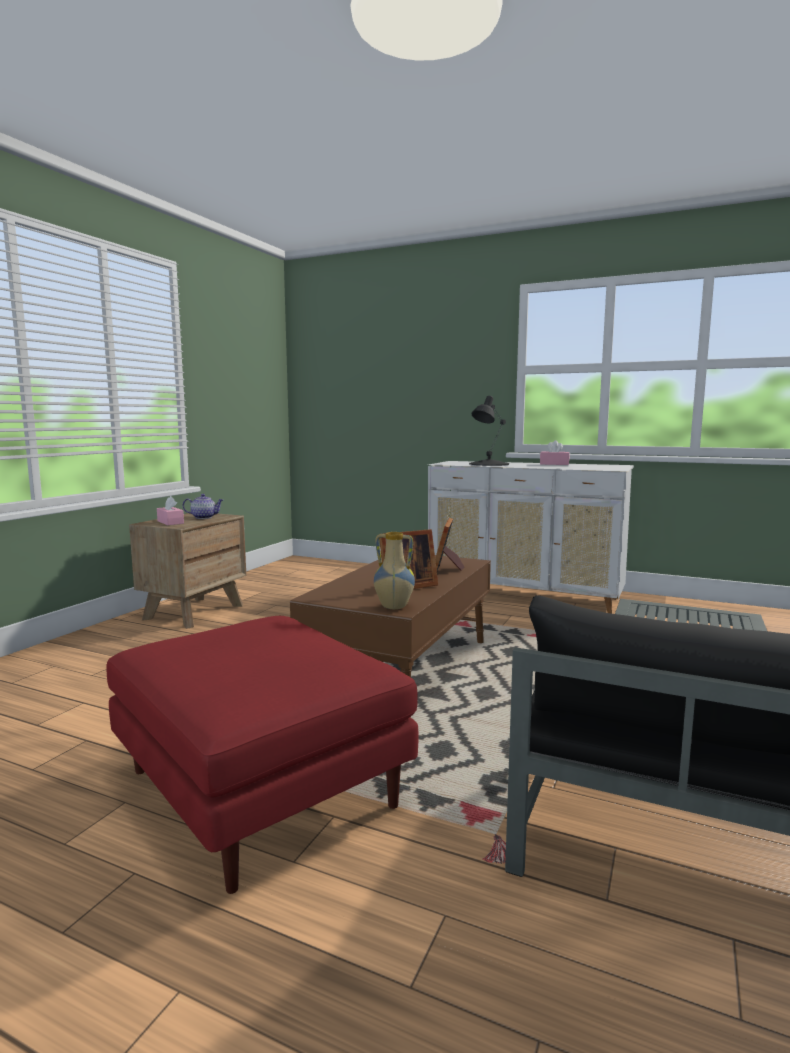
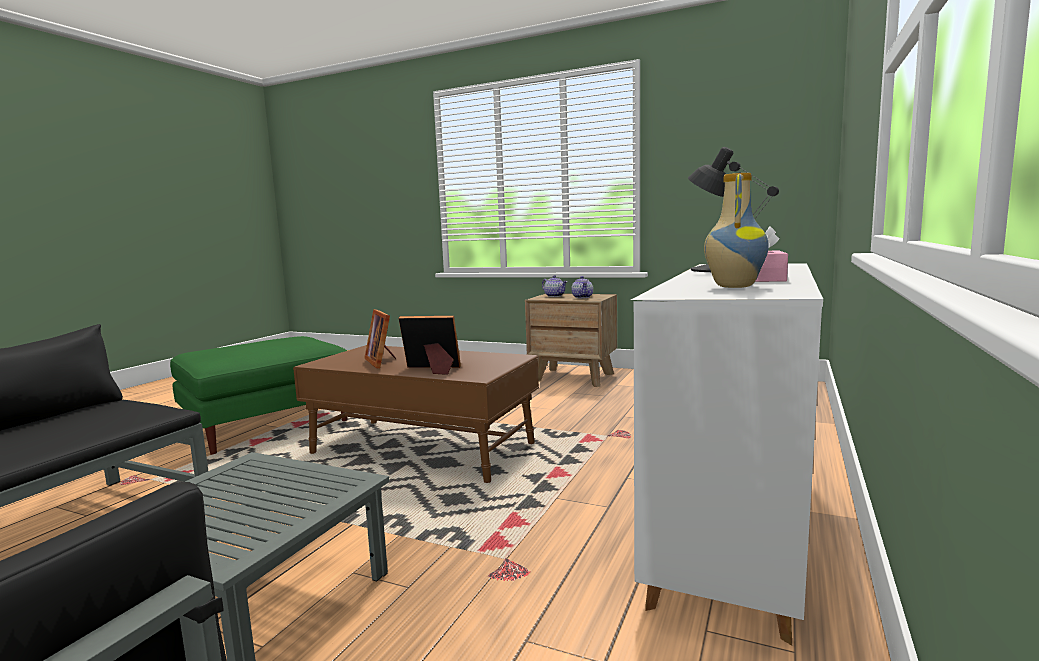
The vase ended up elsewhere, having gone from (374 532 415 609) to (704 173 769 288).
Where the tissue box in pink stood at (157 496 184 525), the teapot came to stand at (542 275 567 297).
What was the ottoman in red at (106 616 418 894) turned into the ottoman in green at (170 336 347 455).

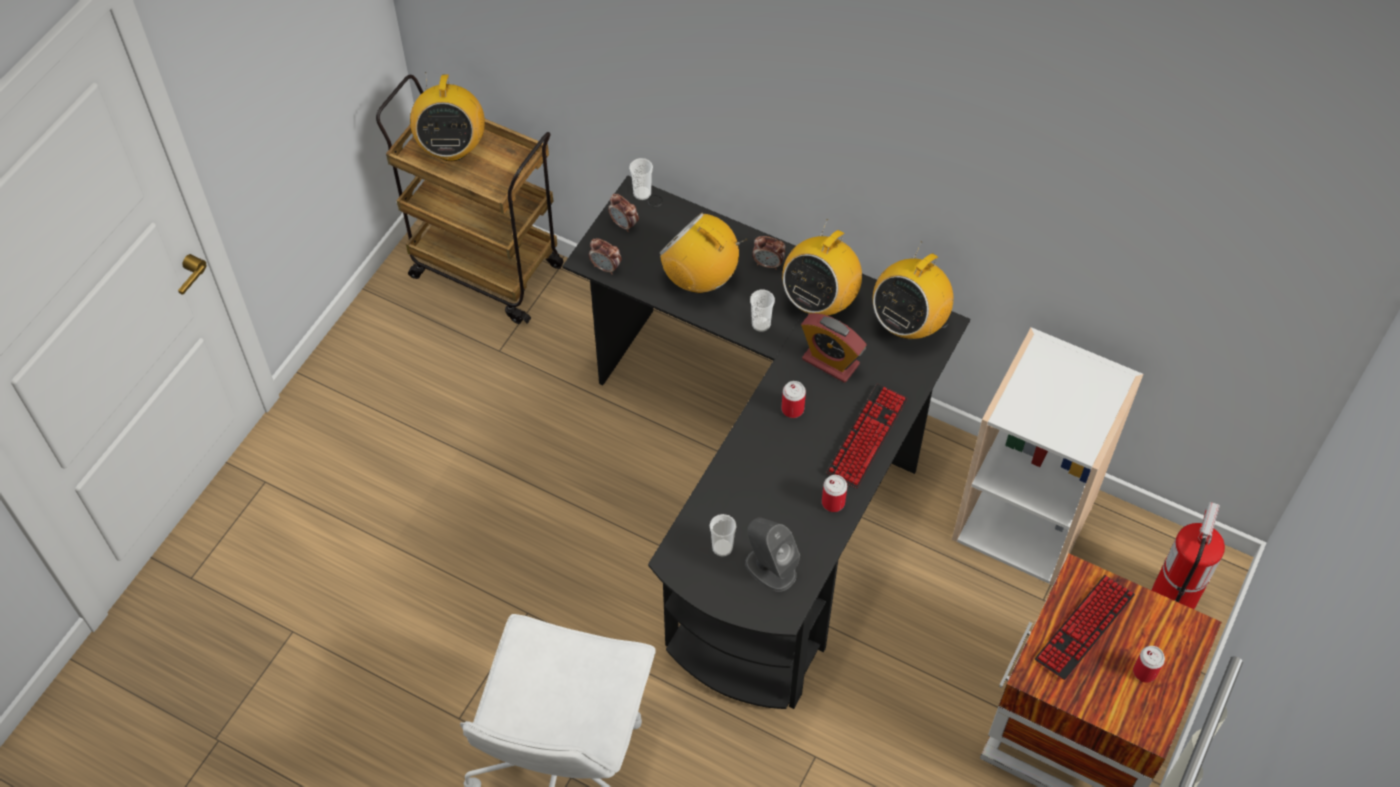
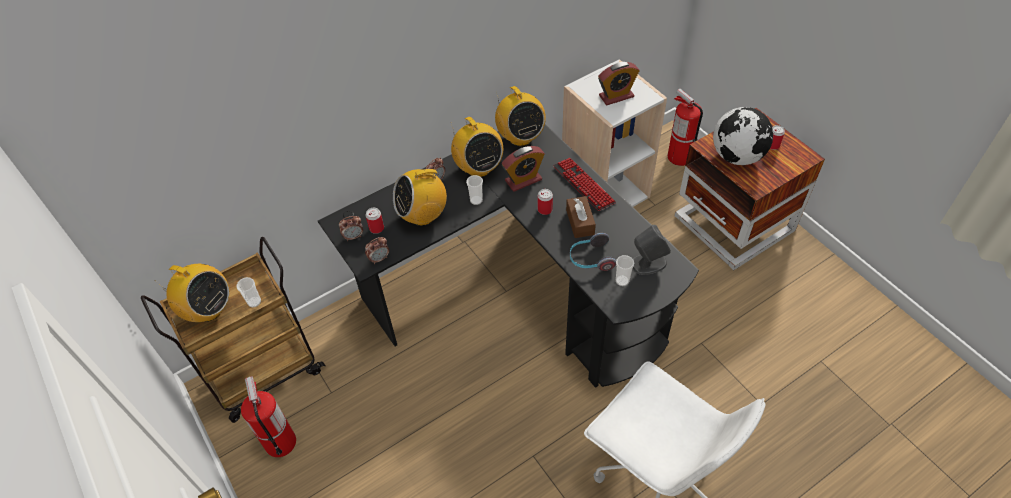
The second view gained the fire extinguisher at (241 376 296 457).
The second view gained the tissue box in brown at (566 196 596 238).
The second view gained the headphones at (570 233 616 271).
The second view gained the alarm clock at (598 62 640 105).
The cup ended up elsewhere, having gone from (629 158 653 200) to (237 277 261 307).
The can ended up elsewhere, having gone from (822 475 847 512) to (366 208 384 234).
Where the keyboard stood at (1034 575 1135 680), the globe came to stand at (713 107 773 165).

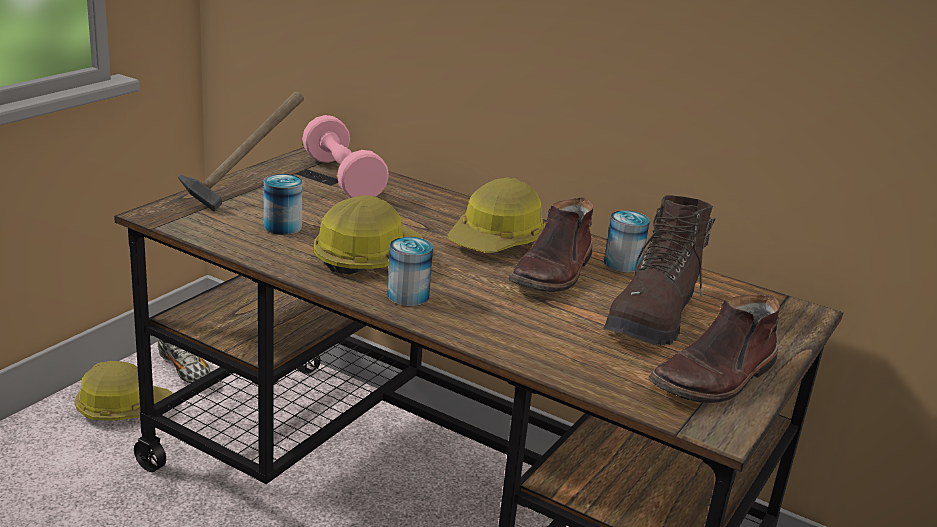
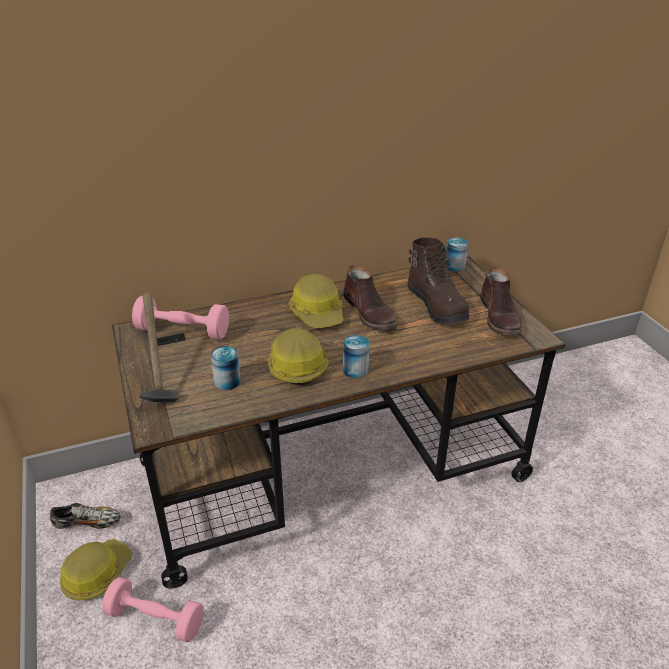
The second view gained the dumbbell in pink at (102 577 204 642).
The can ended up elsewhere, having gone from (604 210 650 273) to (446 237 468 272).

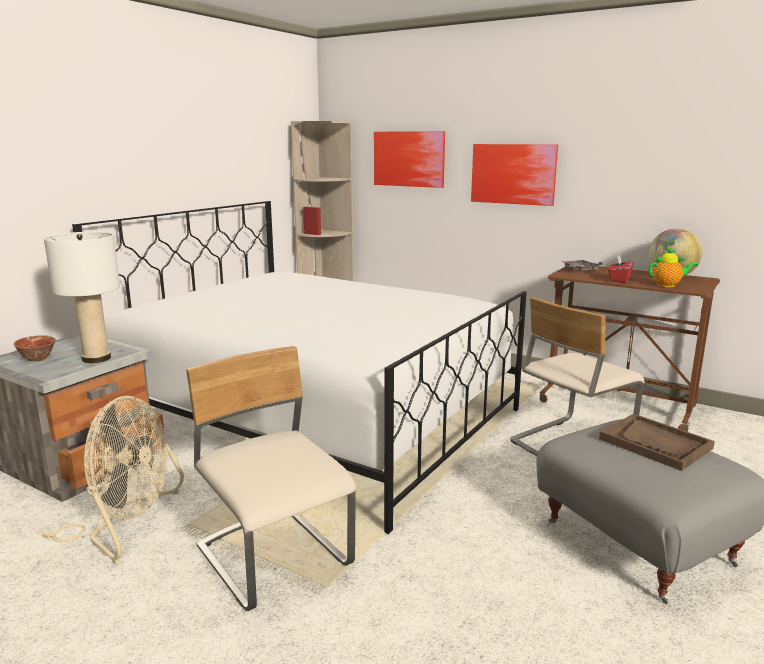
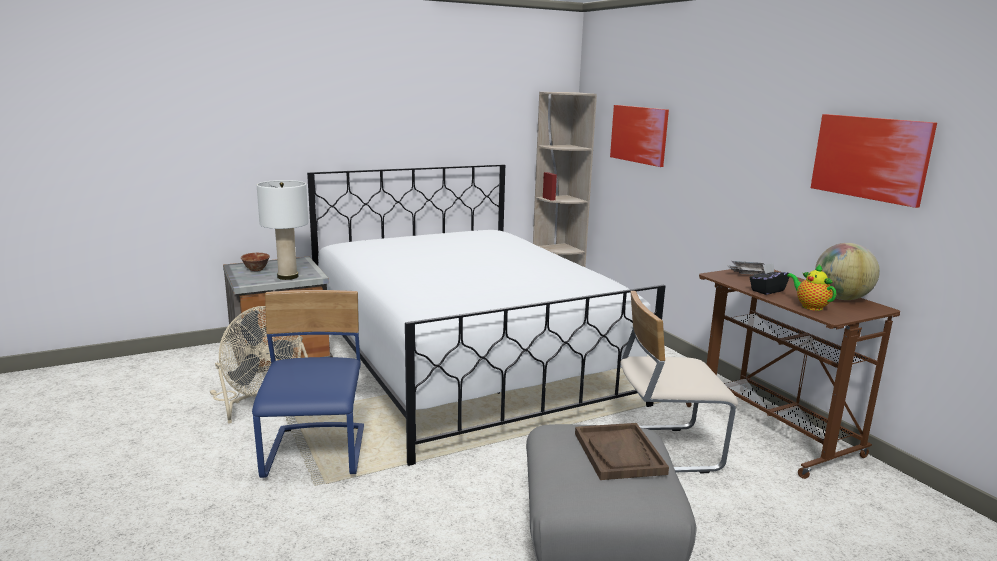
The picture ended up elsewhere, having gone from (471 144 558 206) to (811 114 937 208).
What was the chair in beige at (186 346 356 611) turned into the chair in blue at (252 290 364 478).
What was the tissue box in red at (608 255 633 283) turned into the tissue box in black at (749 263 789 295).
The teapot at (648 247 698 287) ended up facing another way, 150 degrees counterclockwise from before.

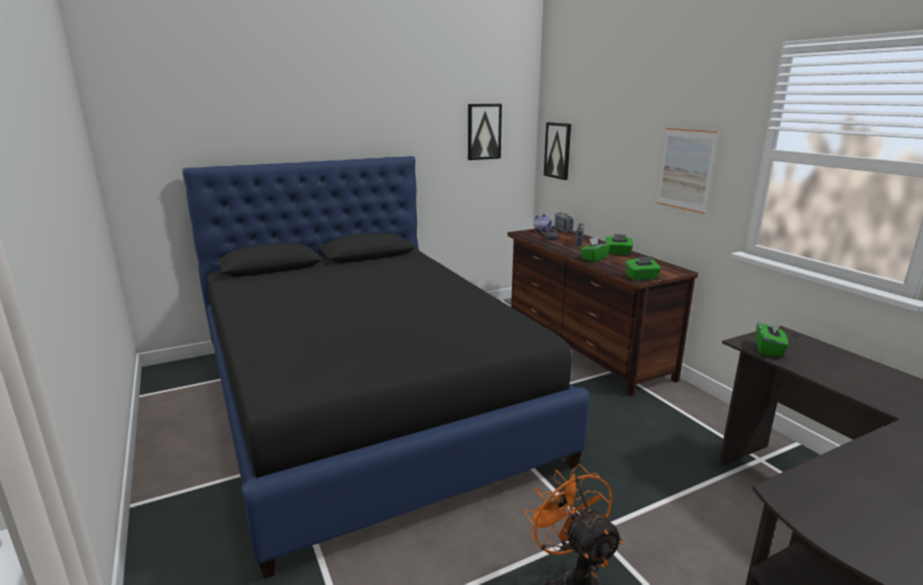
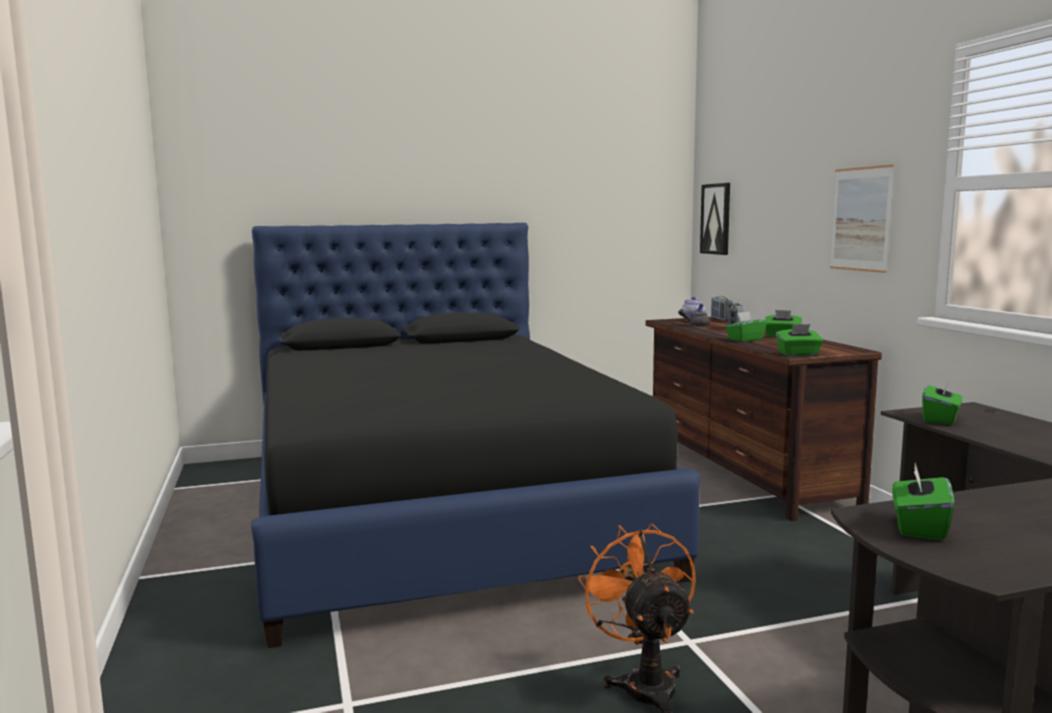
The second view lost the picture at (468 104 502 160).
The second view gained the tissue box in green at (892 463 954 541).

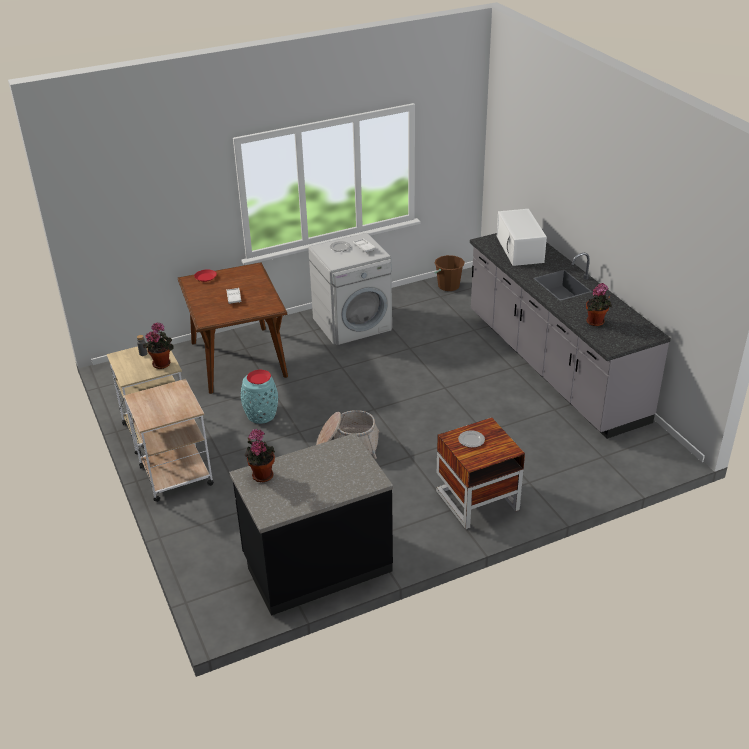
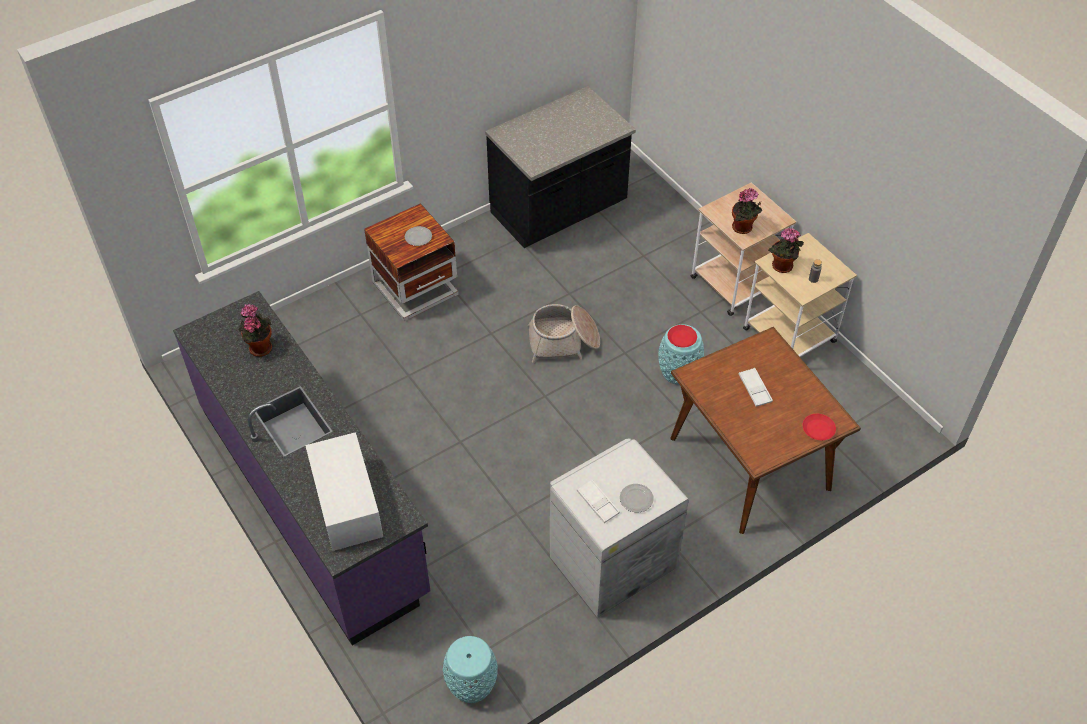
The potted plant ended up elsewhere, having gone from (244 429 275 483) to (732 188 762 234).
Where the bucket in brown stood at (434 255 465 291), the stool in turquoise came to stand at (443 636 498 703).
What was the counter in grey at (470 233 671 439) turned into the counter in purple at (173 291 430 645).

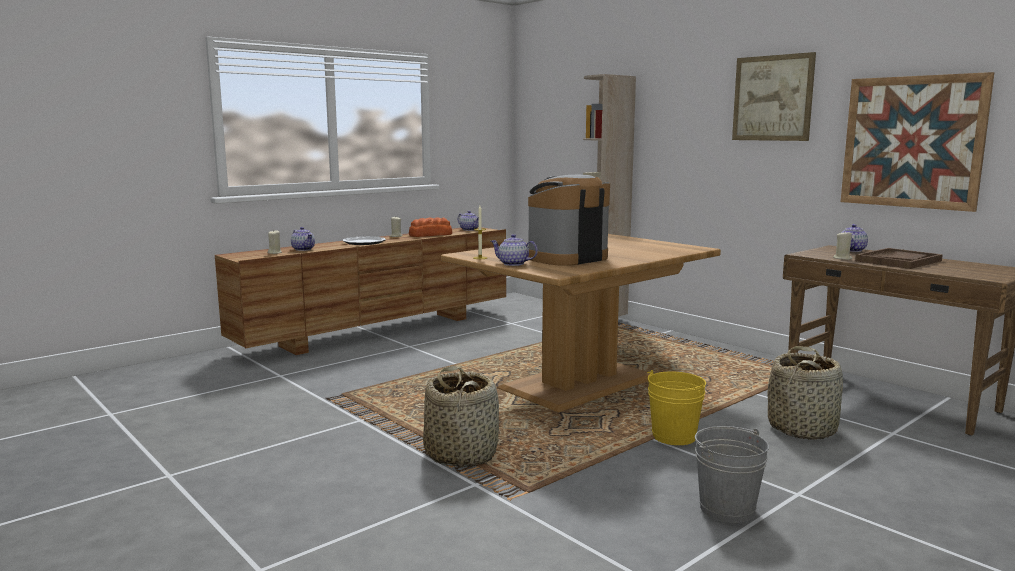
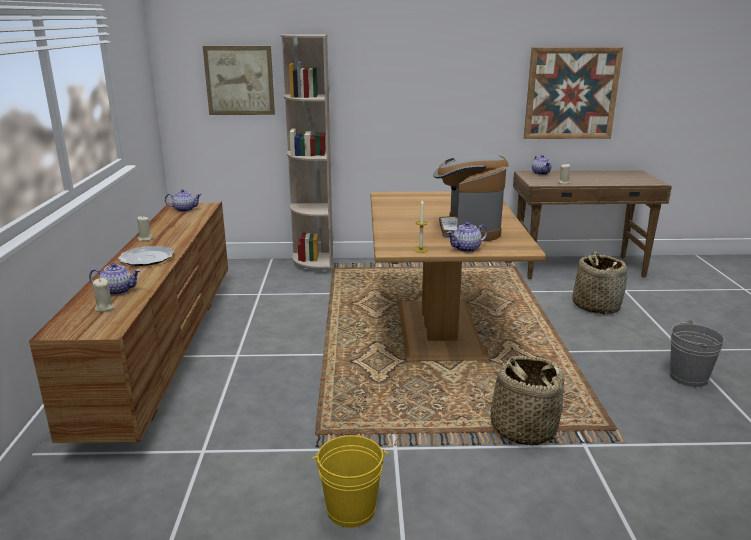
The second view lost the bread at (409 217 452 237).
The second view lost the tray in brown at (855 248 943 269).
The bucket in yellow ended up elsewhere, having gone from (647 370 706 445) to (312 435 388 528).
The picture ended up elsewhere, having gone from (732 52 816 141) to (203 46 275 115).

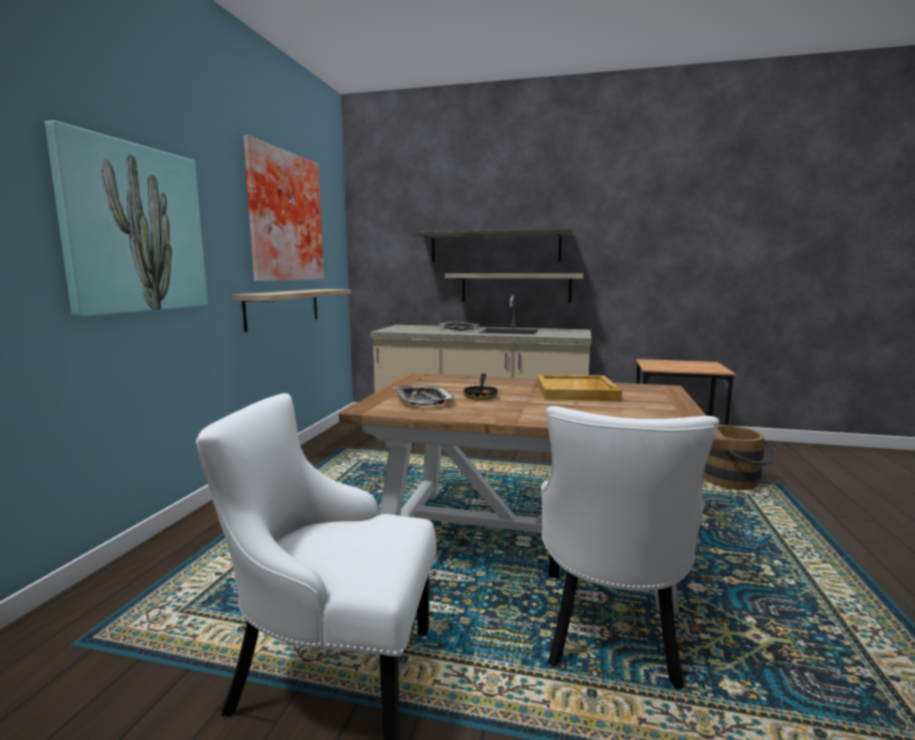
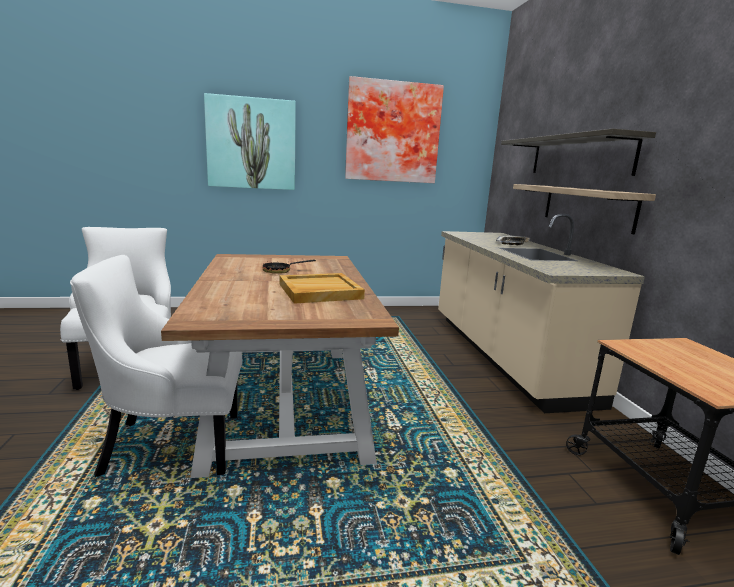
The second view lost the shelf at (232 289 351 332).
The second view lost the tray at (393 385 455 405).
The second view lost the bucket in brown at (703 425 776 490).

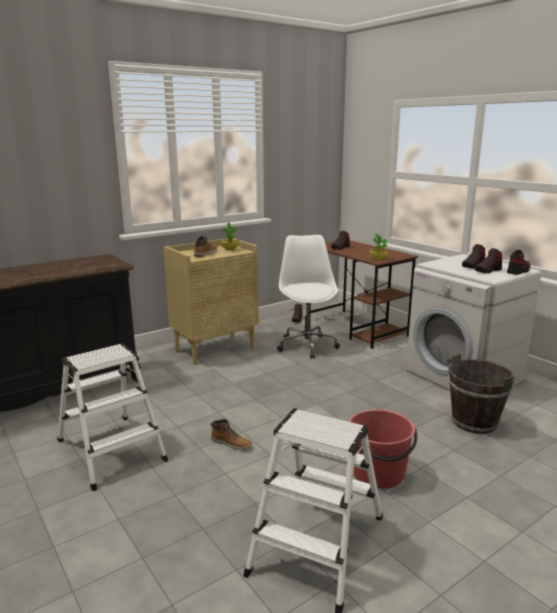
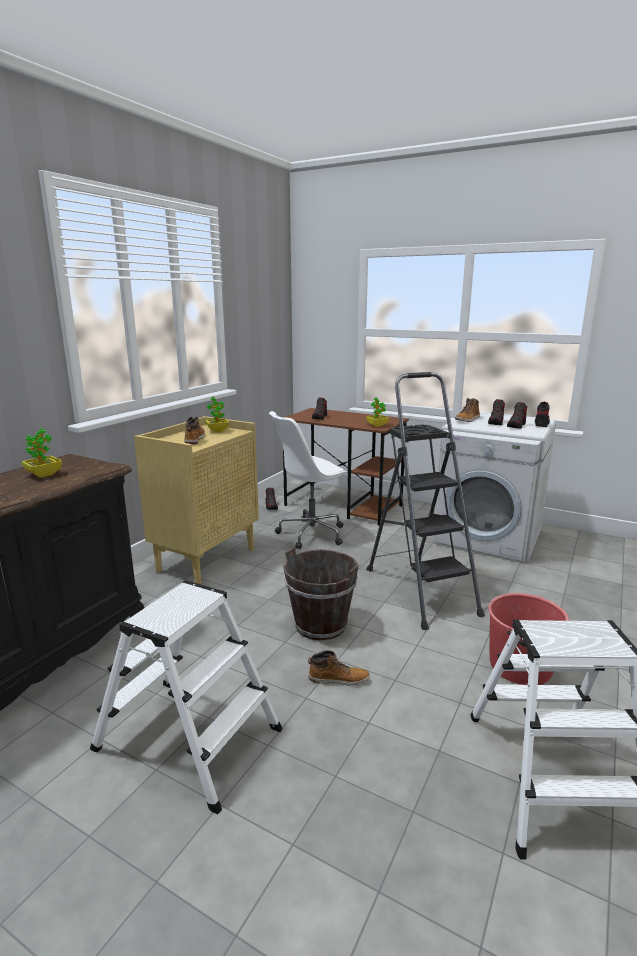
The second view gained the potted plant at (22 428 63 478).
The second view gained the step ladder at (366 372 485 630).
The second view gained the boot at (455 398 480 422).
The bucket in brown ended up elsewhere, having gone from (448 354 515 434) to (283 547 359 641).
The office chair in white at (277 235 340 358) ended up facing another way, 90 degrees counterclockwise from before.

